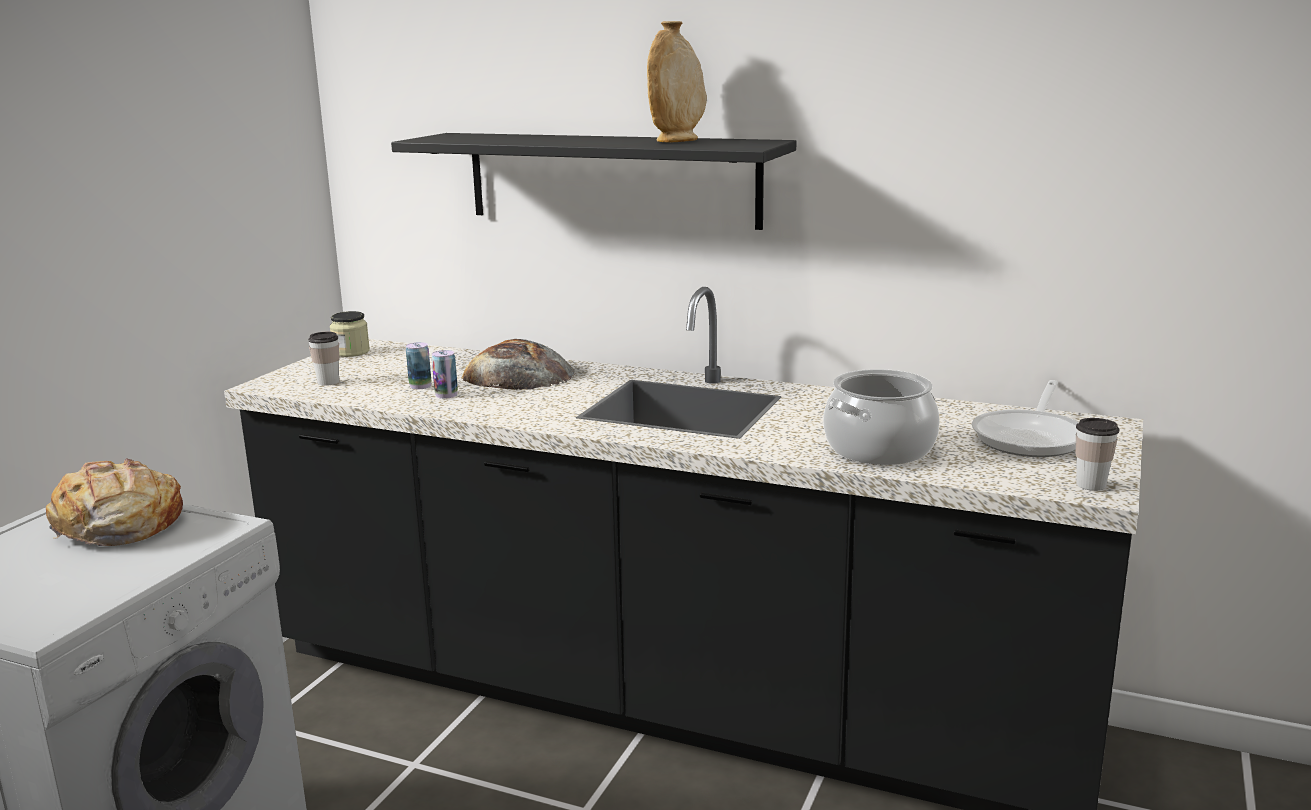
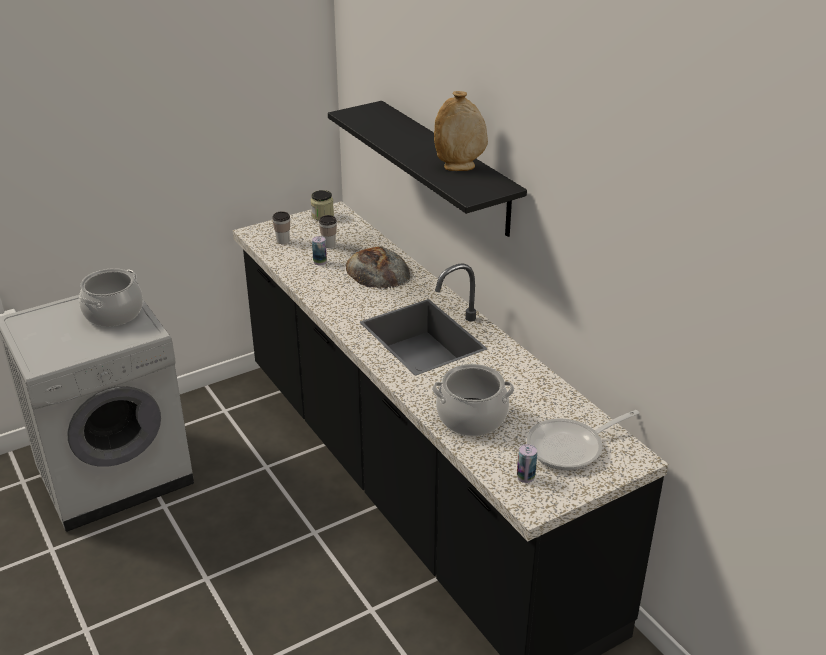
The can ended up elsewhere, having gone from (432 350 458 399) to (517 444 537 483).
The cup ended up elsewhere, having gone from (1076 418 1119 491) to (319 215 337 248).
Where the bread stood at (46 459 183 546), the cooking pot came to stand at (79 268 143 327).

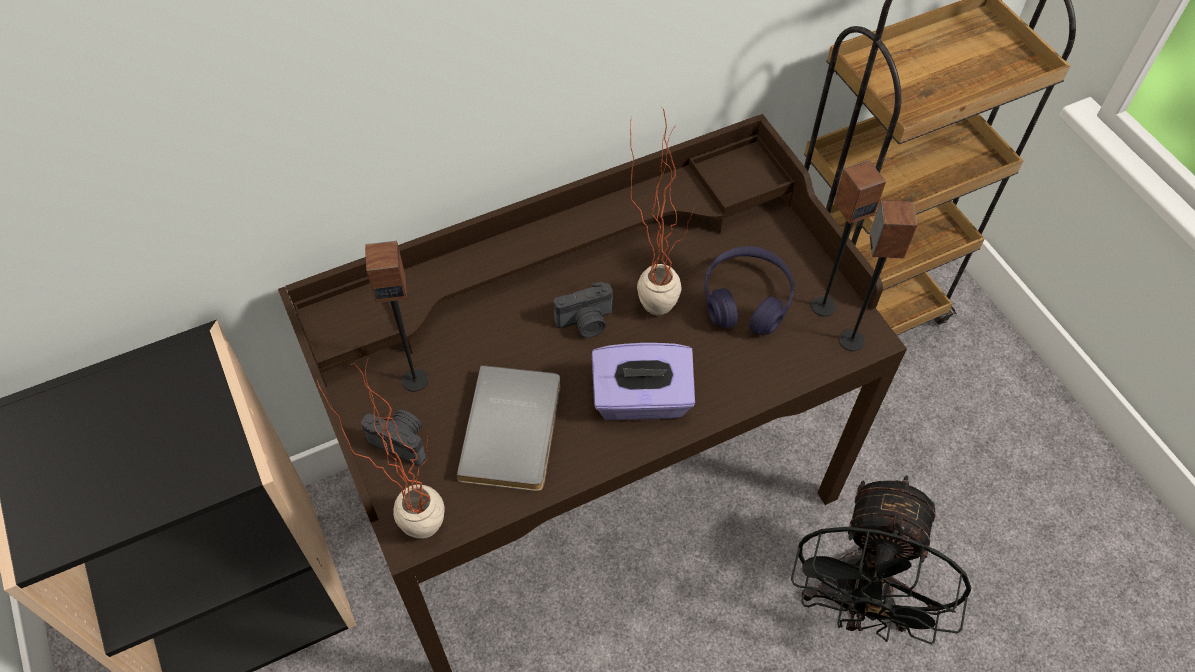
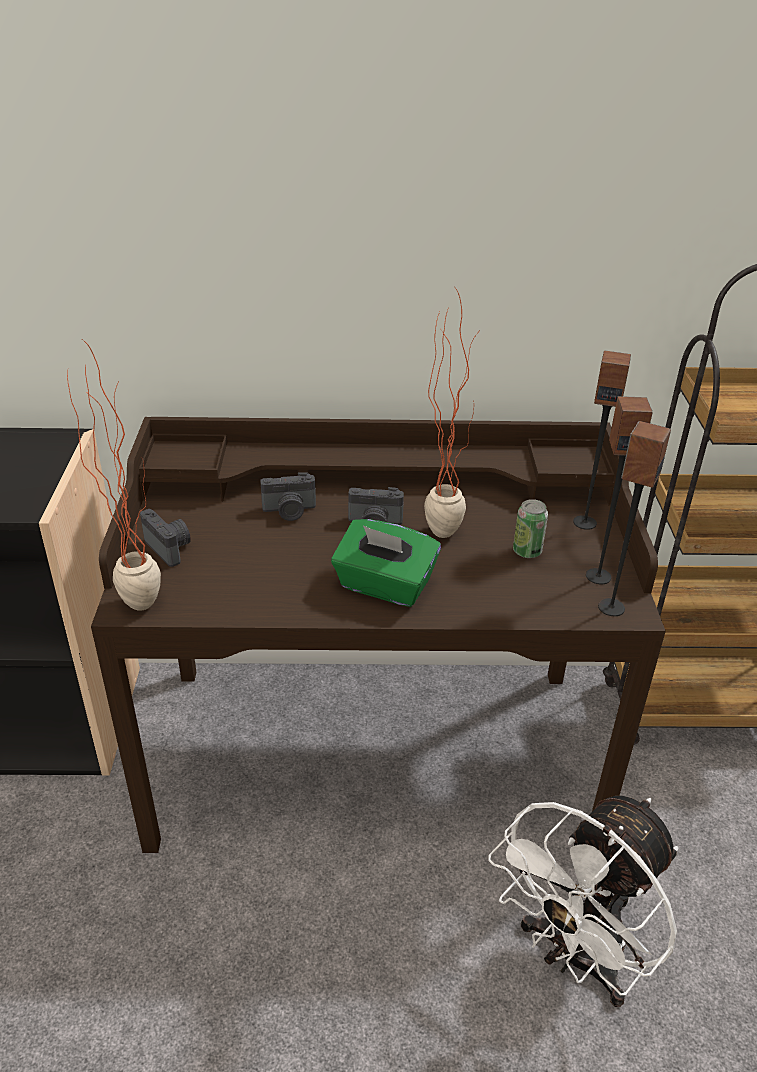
The second view lost the book in grey at (457 365 560 491).
The second view gained the photo camera at (260 472 316 521).
The speaker ended up elsewhere, having gone from (365 241 428 392) to (573 350 631 530).
Where the headphones in purple stood at (705 246 795 335), the can came to stand at (513 499 548 558).
What was the tissue box in purple at (592 343 695 420) turned into the tissue box in green at (331 519 441 607).
What was the fan in black at (791 476 971 645) turned into the fan in white at (488 796 679 1007).

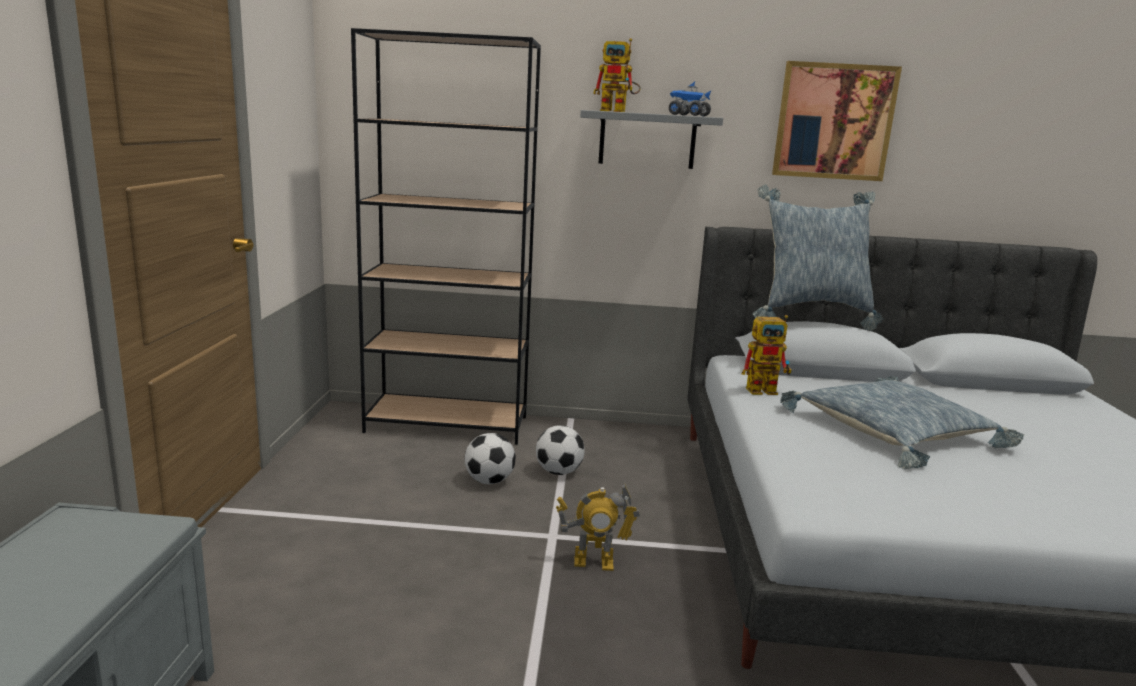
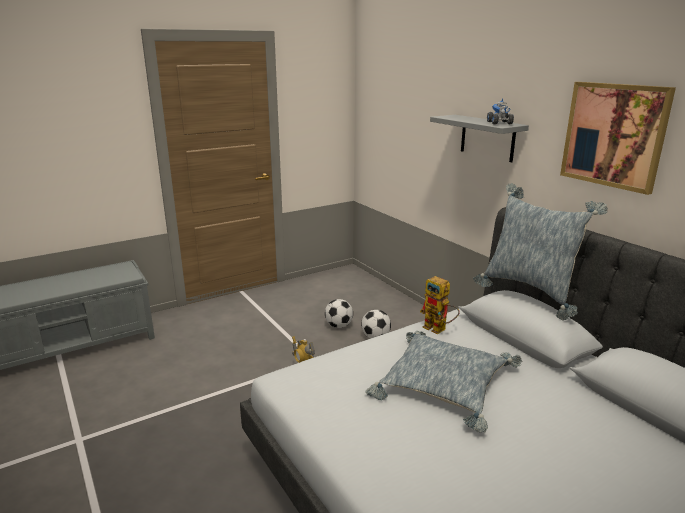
The second view lost the bookcase in beige at (351 28 541 445).
The second view lost the toy robot at (593 38 641 112).

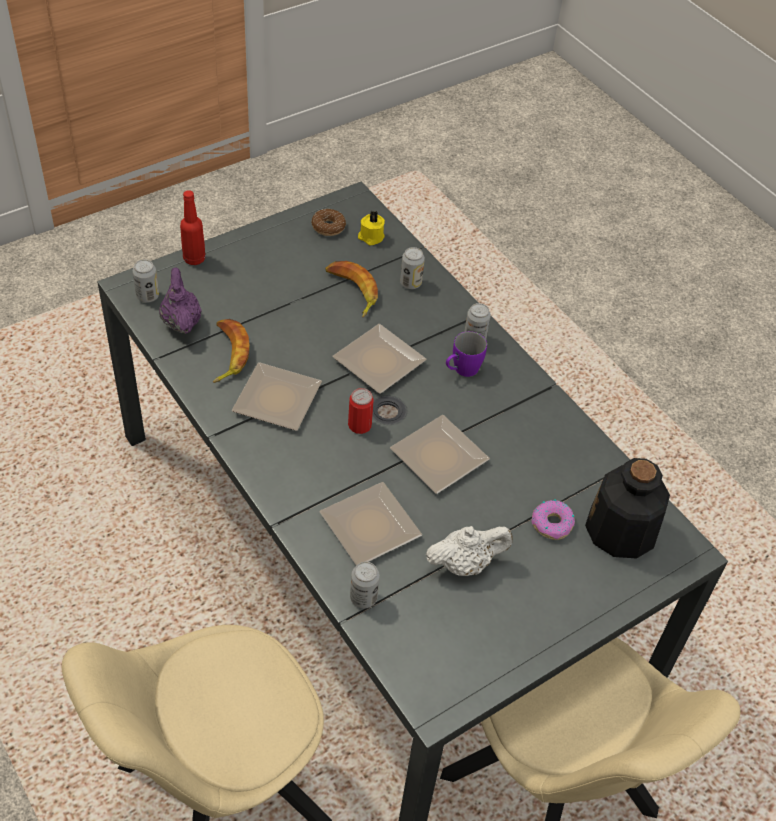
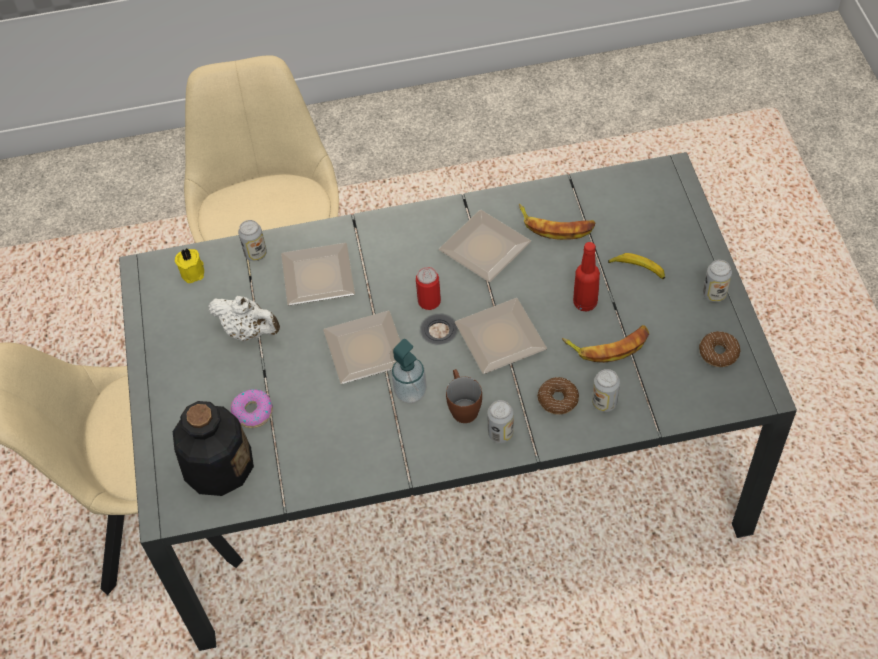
The second view lost the teapot in purple at (159 267 202 334).
The second view gained the soap dispenser at (391 339 427 404).
The second view gained the donut at (537 377 579 415).
The second view gained the banana at (608 253 665 279).
The can ended up elsewhere, having gone from (133 259 159 303) to (703 260 732 302).
The bottle in red ended up elsewhere, having gone from (180 190 206 265) to (573 242 600 311).
The candle in yellow ended up elsewhere, having gone from (358 210 385 245) to (175 248 204 283).
What was the mug in purple at (446 331 487 377) turned into the mug in brown at (446 369 482 423).
The teapot in white at (426 526 512 576) ended up facing another way, 75 degrees counterclockwise from before.

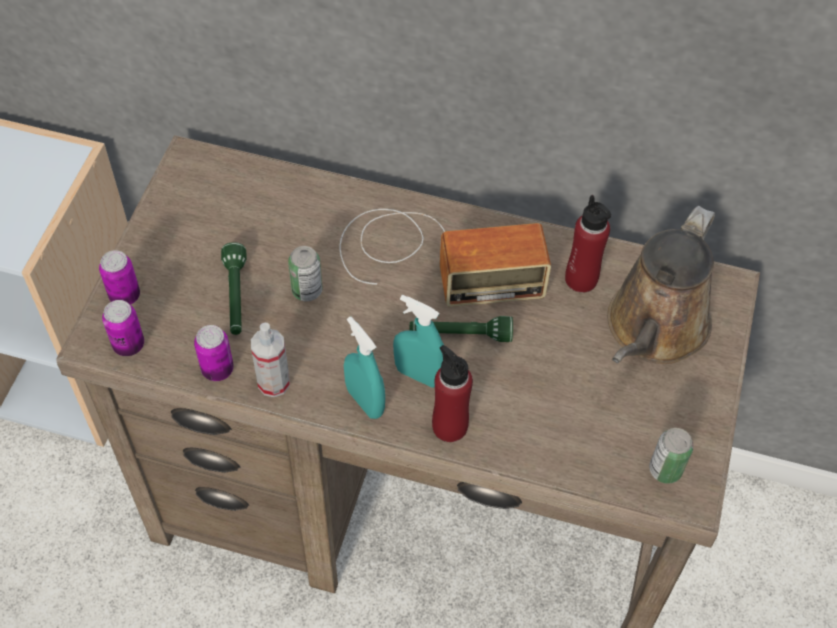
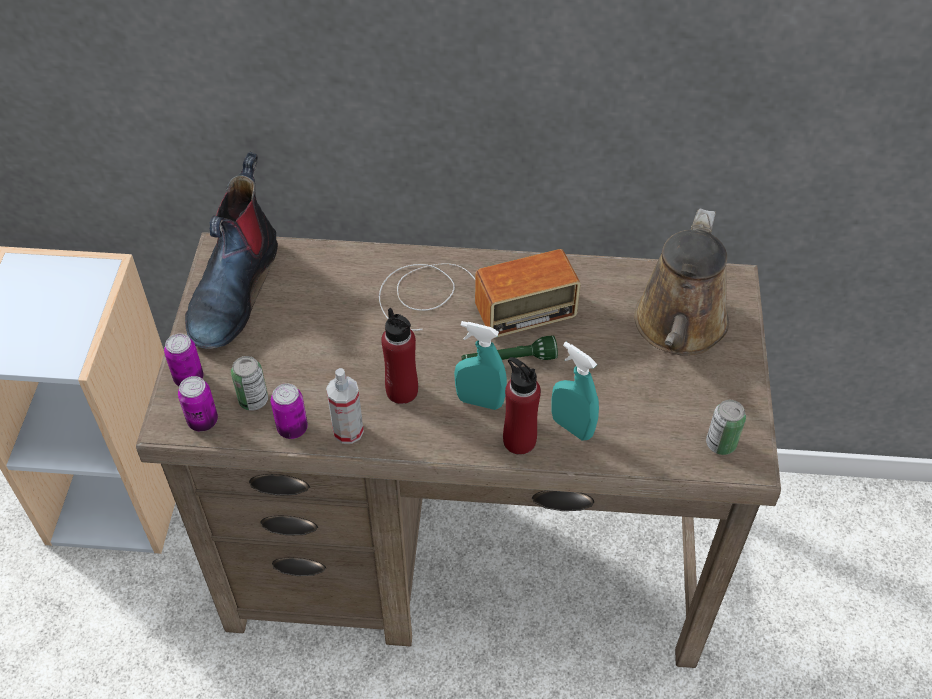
The second view lost the flashlight in green at (221 242 247 335).
The second view gained the boot at (185 151 278 349).
The can ended up elsewhere, having gone from (288 246 322 301) to (231 356 268 411).
The spray bottle in turquoise ended up elsewhere, having gone from (344 316 385 419) to (552 342 599 440).
The bottle in red ended up elsewhere, having gone from (565 195 611 293) to (381 308 418 404).

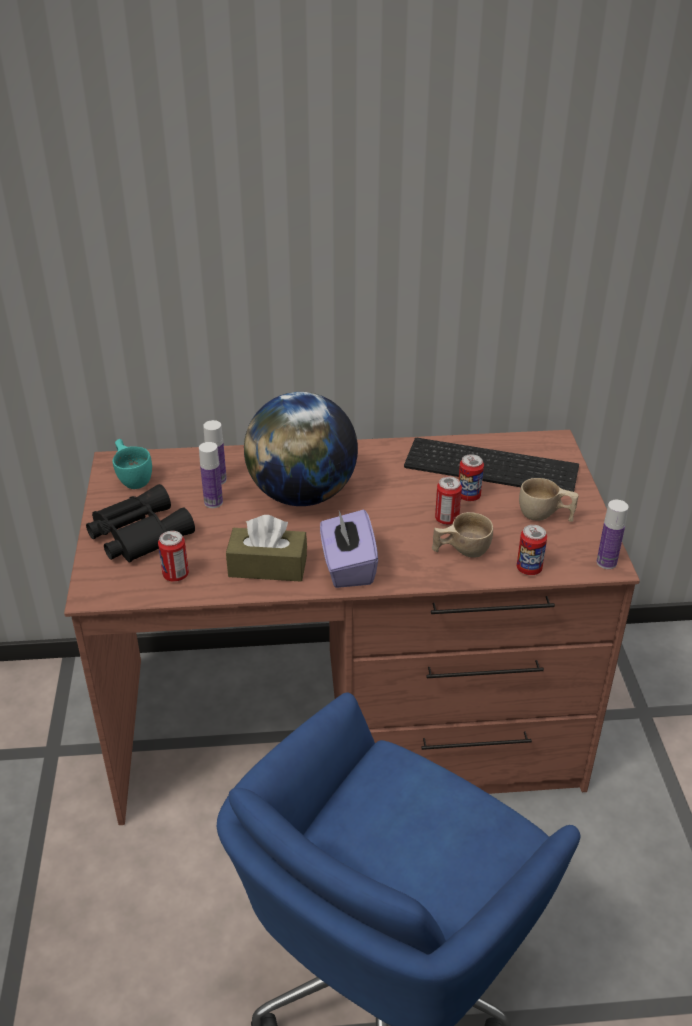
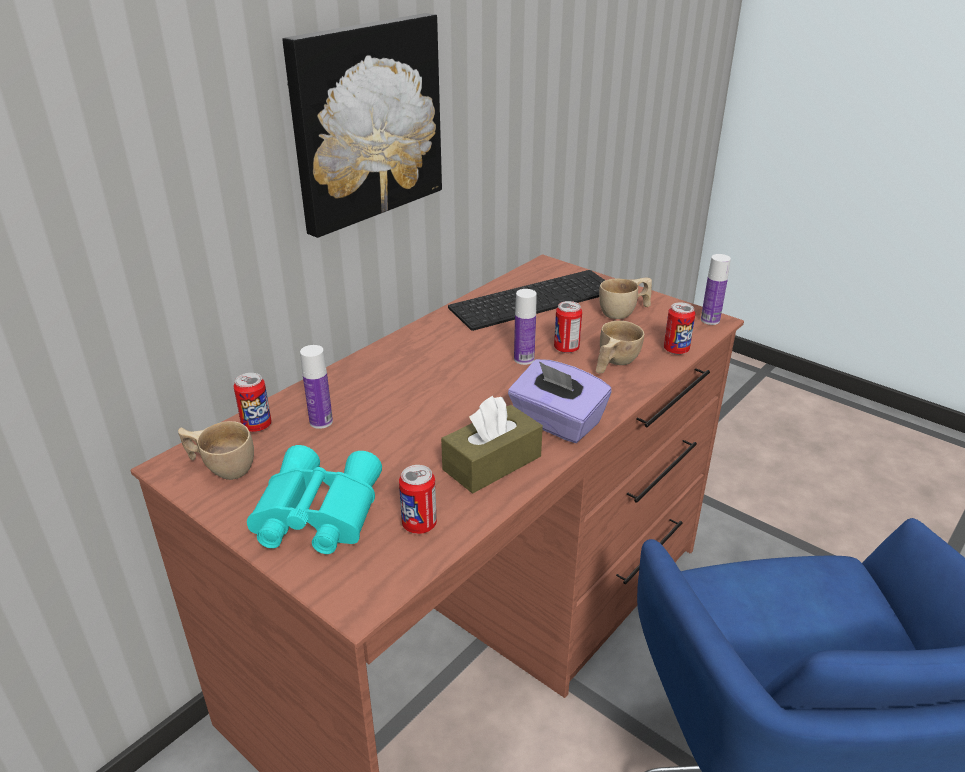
The second view lost the globe at (244 392 358 506).
The second view gained the picture at (282 13 442 238).
The bottle ended up elsewhere, having gone from (199 442 223 508) to (514 289 537 365).
The can ended up elsewhere, having gone from (459 454 484 501) to (233 373 272 432).
What was the binoculars in black at (86 484 195 563) turned into the binoculars in turquoise at (247 445 382 554).
What was the cup in turquoise at (113 439 152 489) turned into the cup in beige at (178 421 254 480).

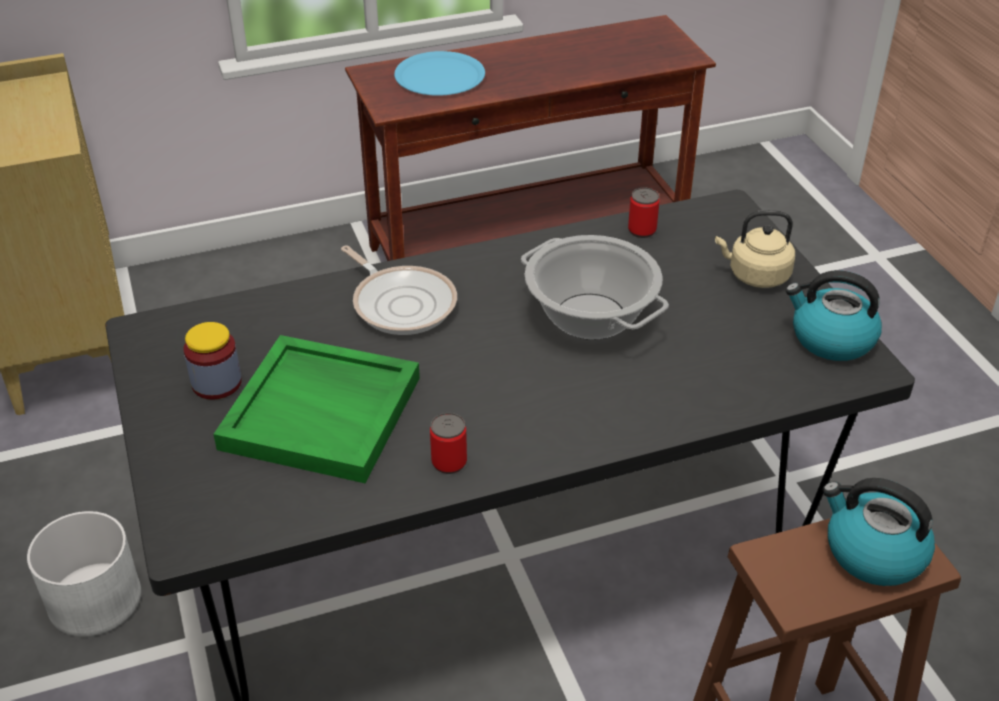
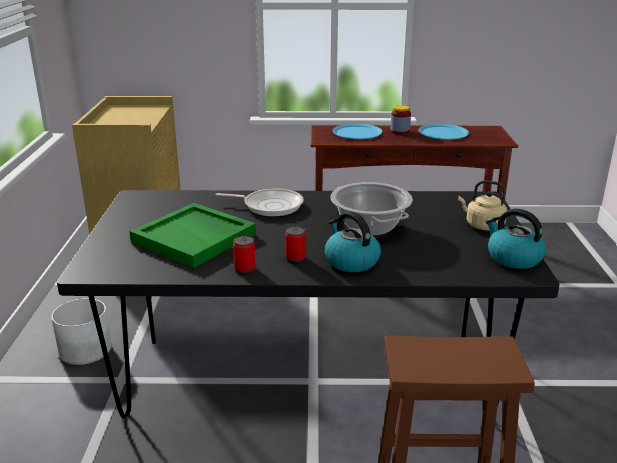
The second view gained the plate in blue at (418 124 469 140).
The jar ended up elsewhere, having gone from (183 322 242 400) to (390 105 411 134).
The can ended up elsewhere, having gone from (628 187 660 238) to (285 226 306 262).
The kettle ended up elsewhere, having gone from (822 478 935 586) to (325 211 381 272).
The frying pan at (341 245 457 335) ended up facing another way, 60 degrees counterclockwise from before.

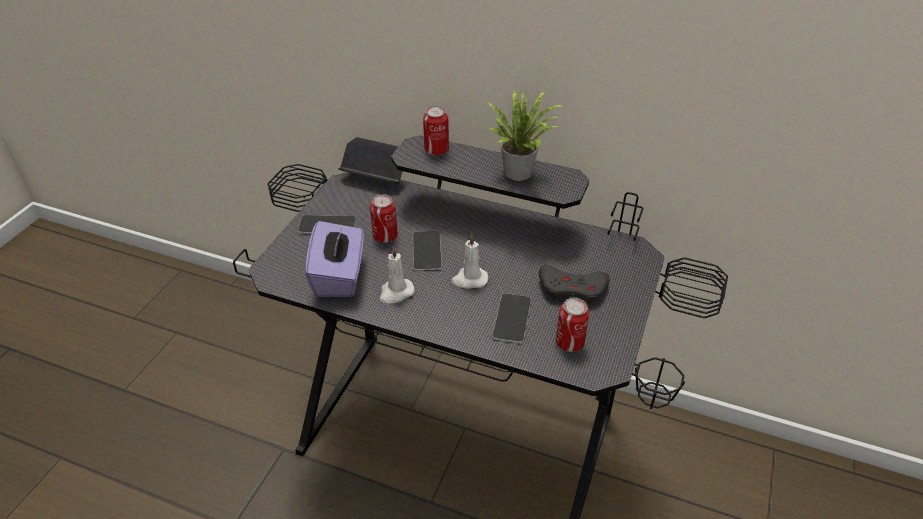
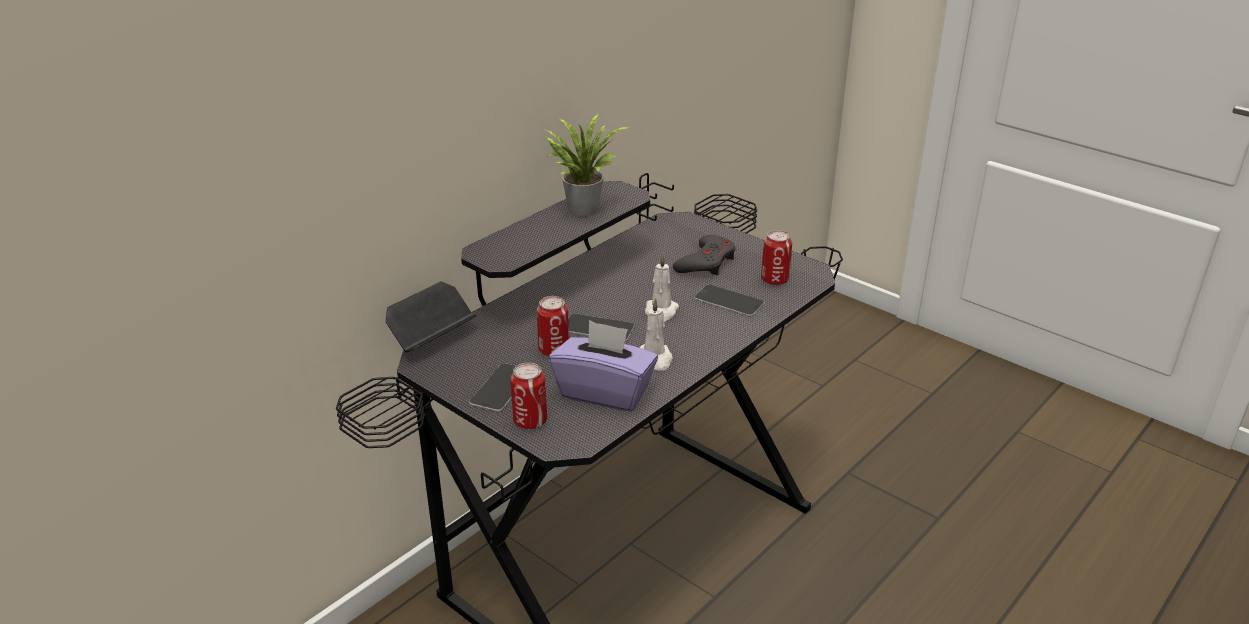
The can ended up elsewhere, having gone from (423 106 449 155) to (511 363 547 429).

